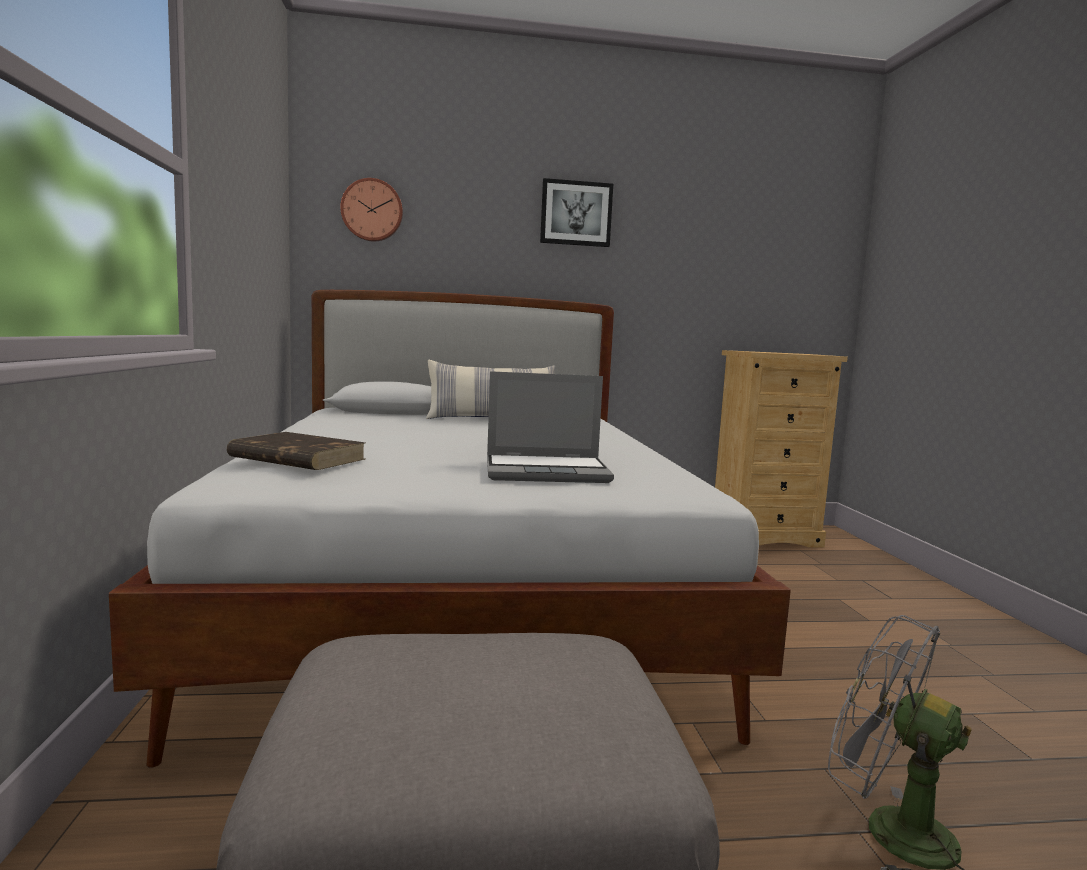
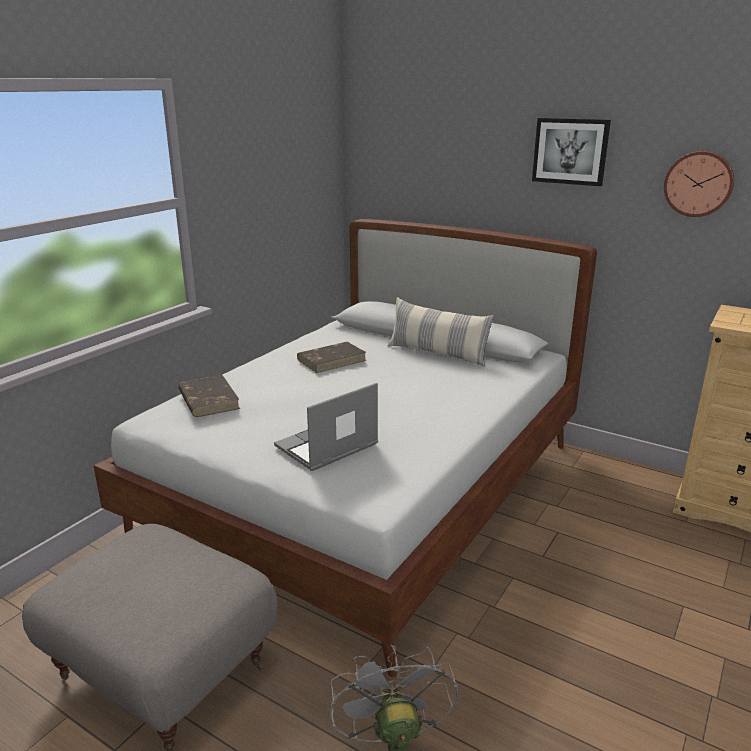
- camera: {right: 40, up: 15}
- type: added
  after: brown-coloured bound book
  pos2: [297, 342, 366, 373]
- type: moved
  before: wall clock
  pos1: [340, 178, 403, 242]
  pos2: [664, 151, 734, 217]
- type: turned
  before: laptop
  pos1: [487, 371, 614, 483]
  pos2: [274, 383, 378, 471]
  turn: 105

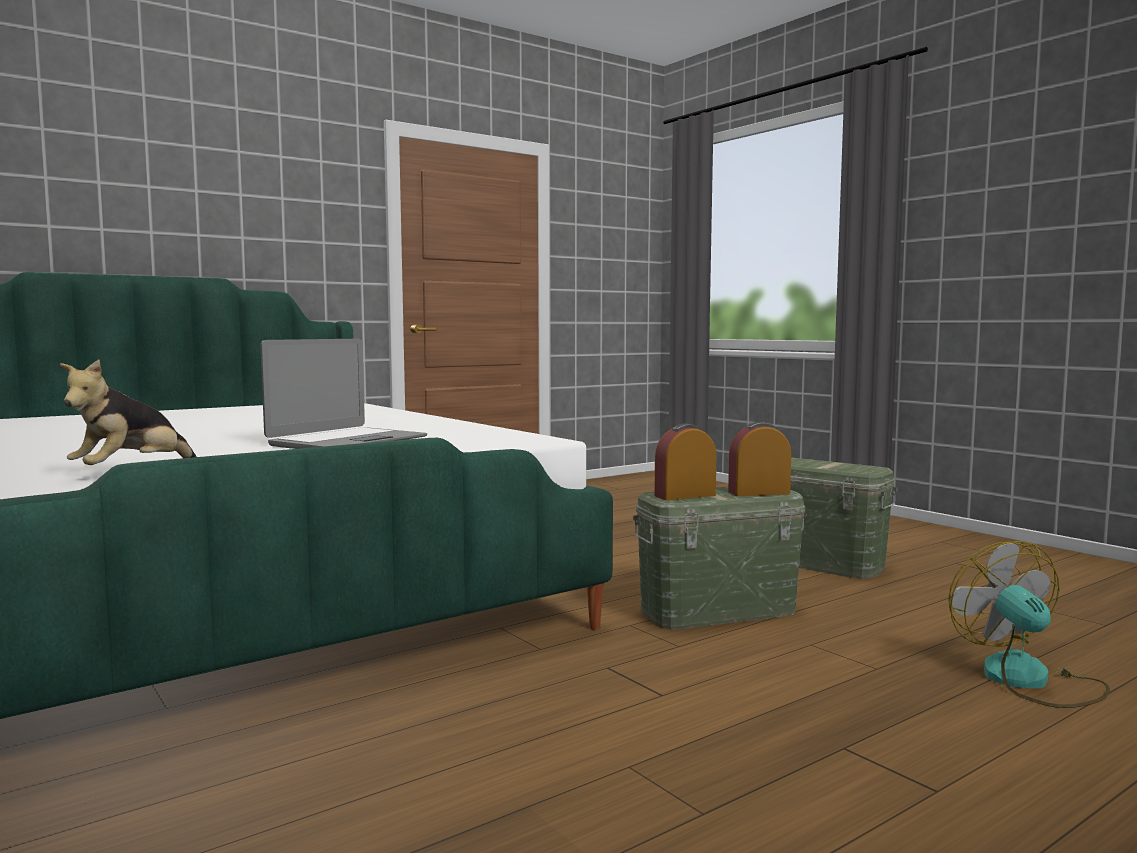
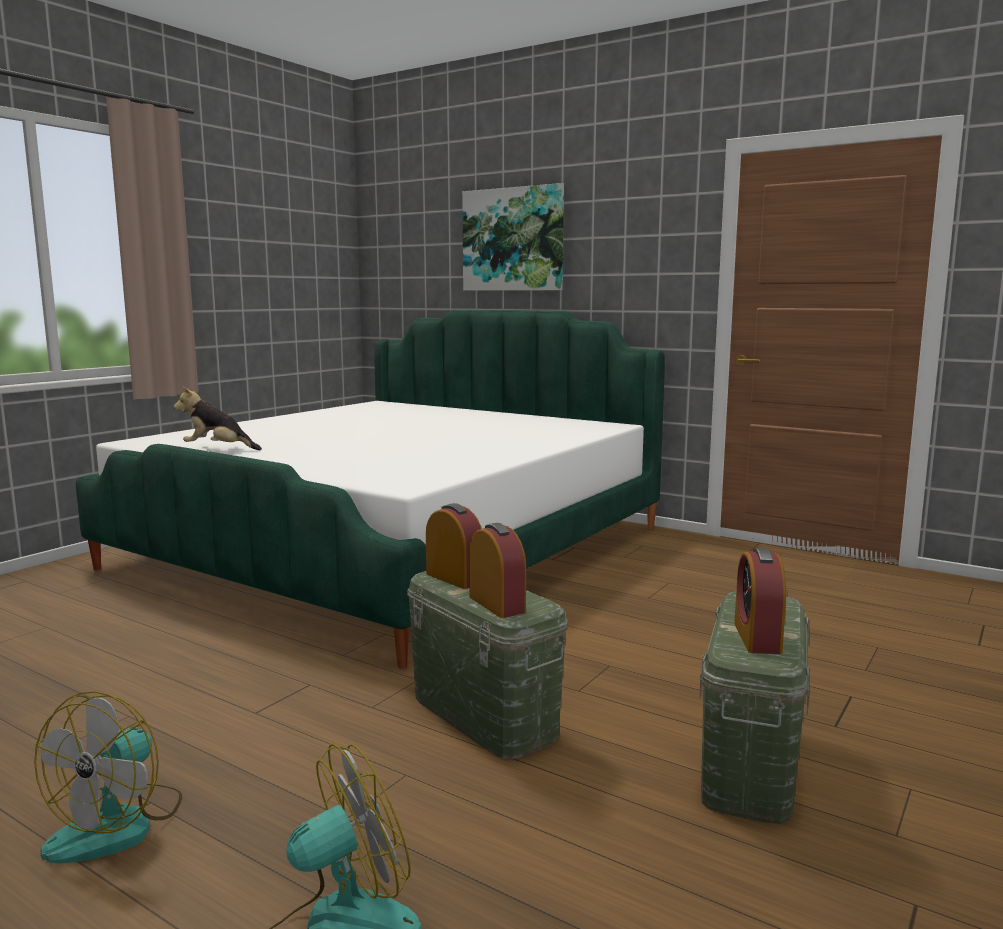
- camera: {right: 70, up: 5}
- type: removed
  before: laptop
  pos1: [260, 339, 427, 449]
- type: added
  after: fan
  pos2: [34, 691, 182, 863]
- type: added
  after: picture
  pos2: [462, 183, 564, 291]
- type: added
  after: table clock
  pos2: [734, 548, 786, 654]

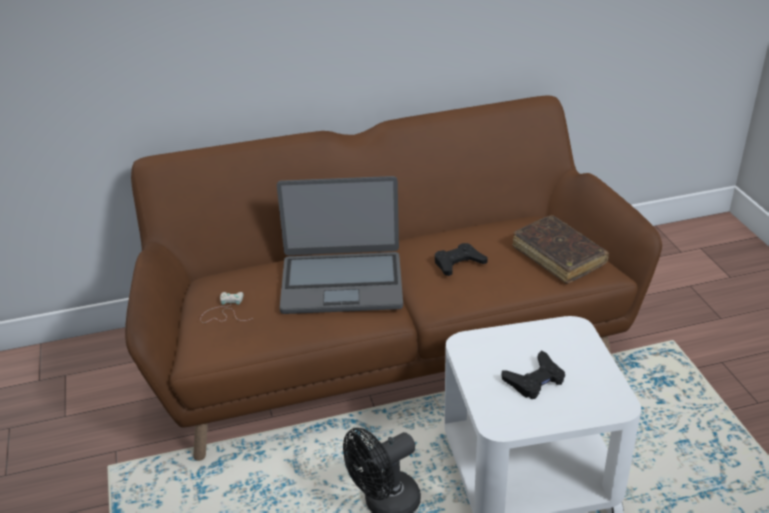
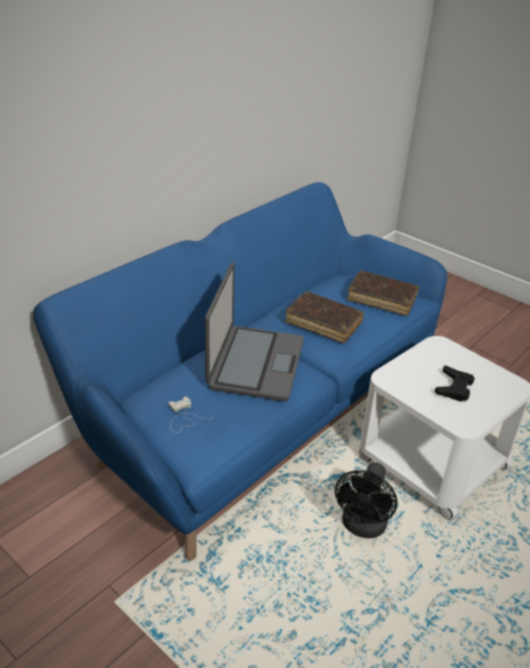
- camera: {right: -35, up: 0}
- type: replaced
  before: black gamepad
  after: brown-coloured bound book
  pos1: [435, 243, 488, 276]
  pos2: [285, 291, 364, 343]
- type: recoloured
  before: brown-coloured sofa
  after: blue sofa
  pos1: [125, 95, 662, 461]
  pos2: [33, 182, 447, 560]
- type: turned
  before: laptop
  pos1: [277, 176, 403, 314]
  pos2: [205, 263, 304, 401]
  turn: -45

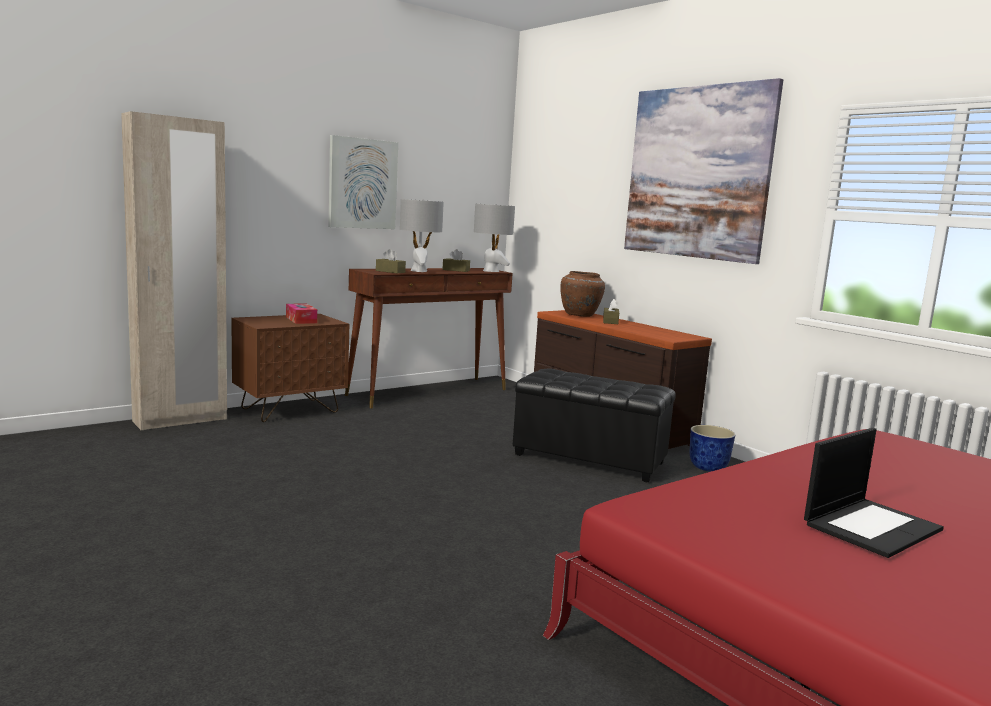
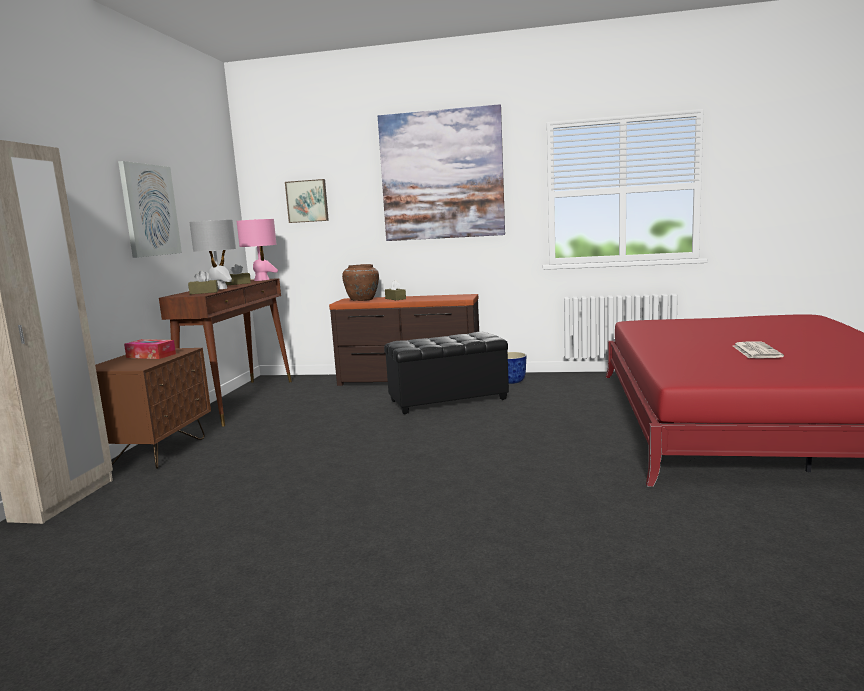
- camera: {right: -40, up: 0}
- type: added
  after: picture
  pos2: [285, 179, 329, 223]
- type: replaced
  before: laptop
  after: newspaper
  pos1: [804, 428, 944, 558]
  pos2: [733, 341, 784, 358]
- type: recoloured
  before: gray table lamp
  after: pinkish table lamp
  pos1: [474, 204, 515, 272]
  pos2: [237, 219, 278, 281]

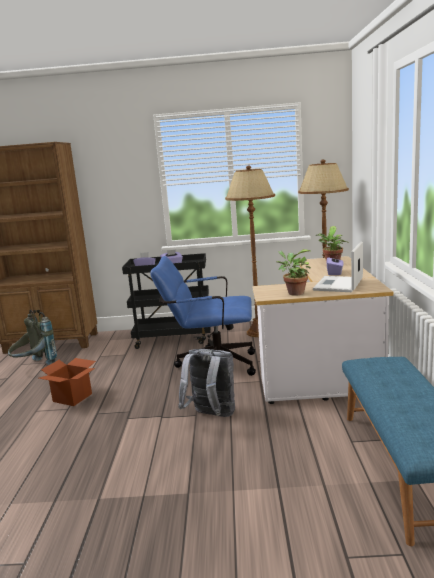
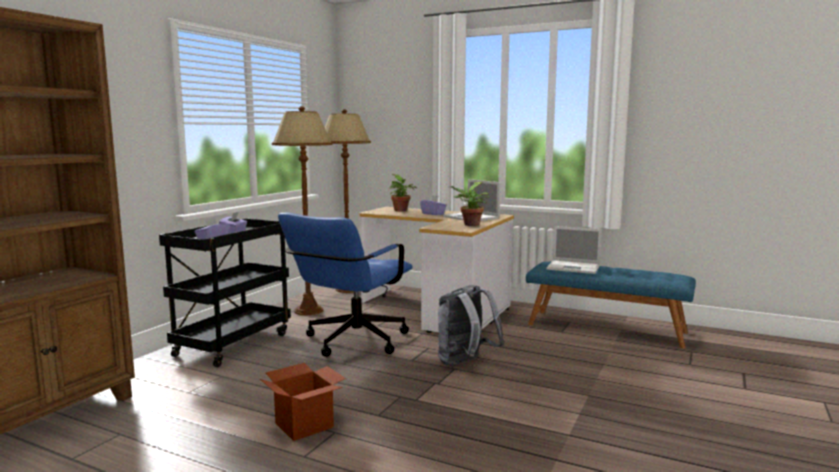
- camera: {right: -65, up: -5}
- type: removed
  before: gray rucksack
  pos1: [8, 310, 57, 365]
- type: added
  after: laptop
  pos2: [546, 226, 602, 274]

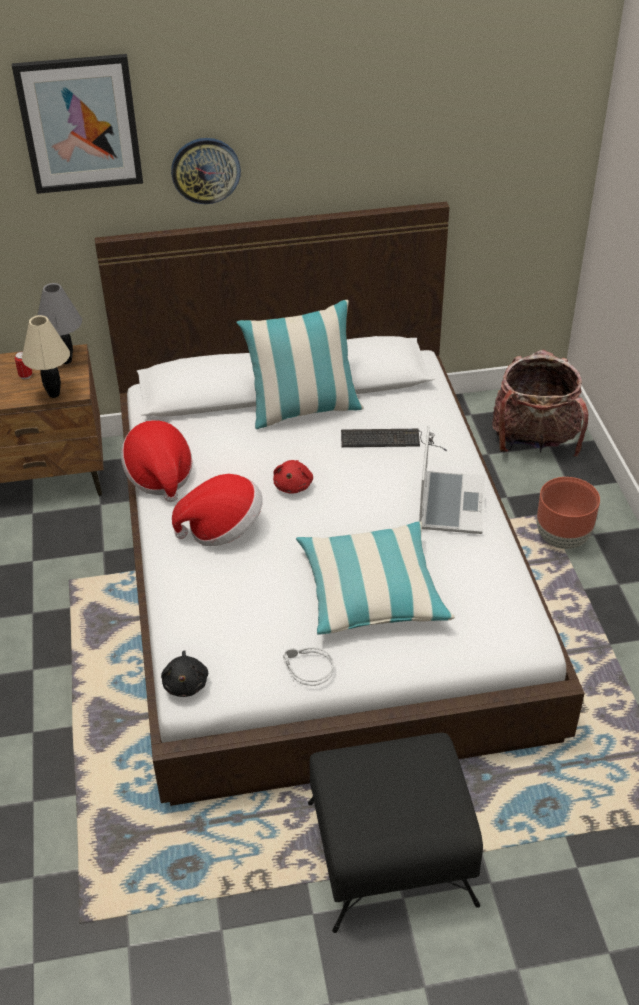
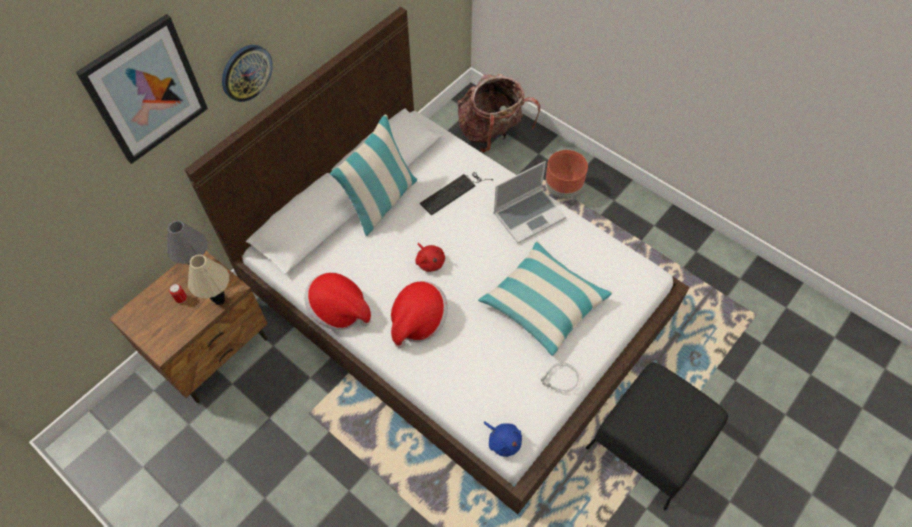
- camera: {right: -40, up: 15}
- type: recoloured
  before: black plush toy
  after: blue plush toy
  pos1: [161, 650, 208, 697]
  pos2: [483, 422, 522, 457]
- type: turned
  before: laptop
  pos1: [419, 425, 485, 534]
  pos2: [493, 161, 566, 244]
  turn: 90

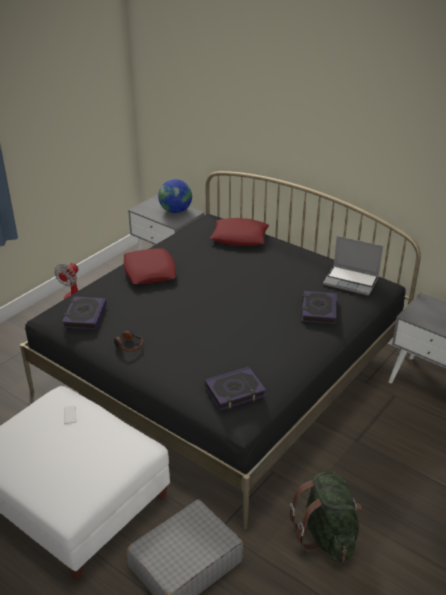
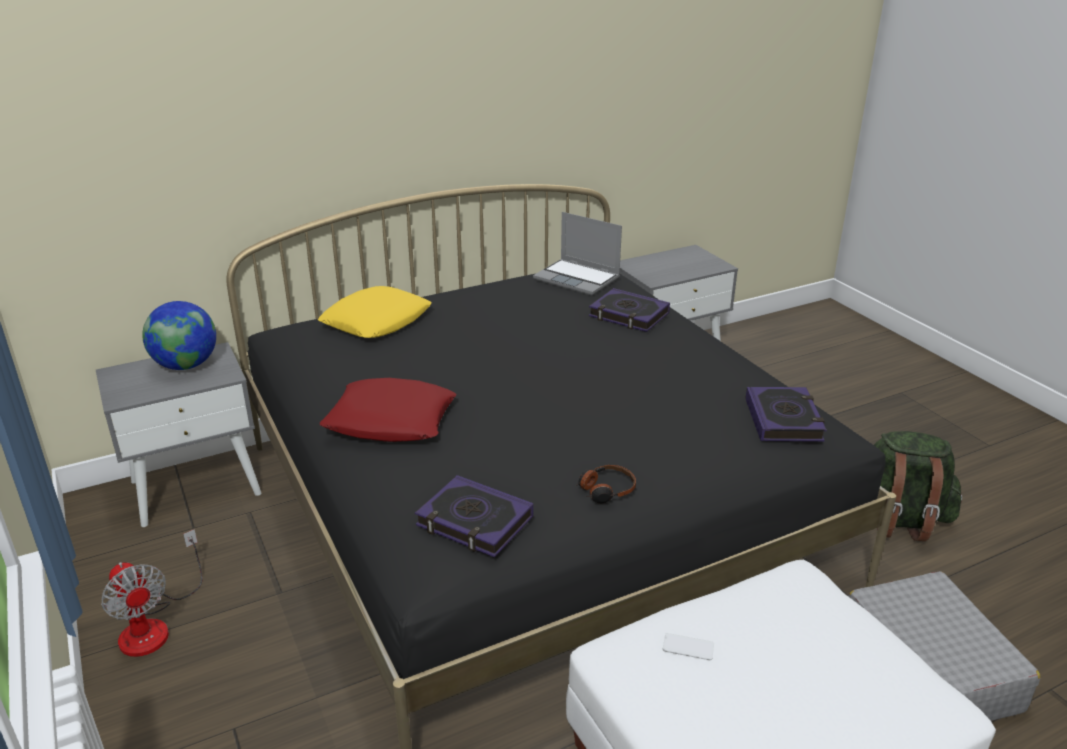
- camera: {right: -65, up: -5}
- type: recoloured
  before: red-coloured pillow
  after: yellow pillow
  pos1: [210, 218, 269, 246]
  pos2: [318, 286, 432, 338]
- type: turned
  before: laptop
  pos1: [323, 236, 383, 295]
  pos2: [533, 212, 622, 295]
  turn: 75

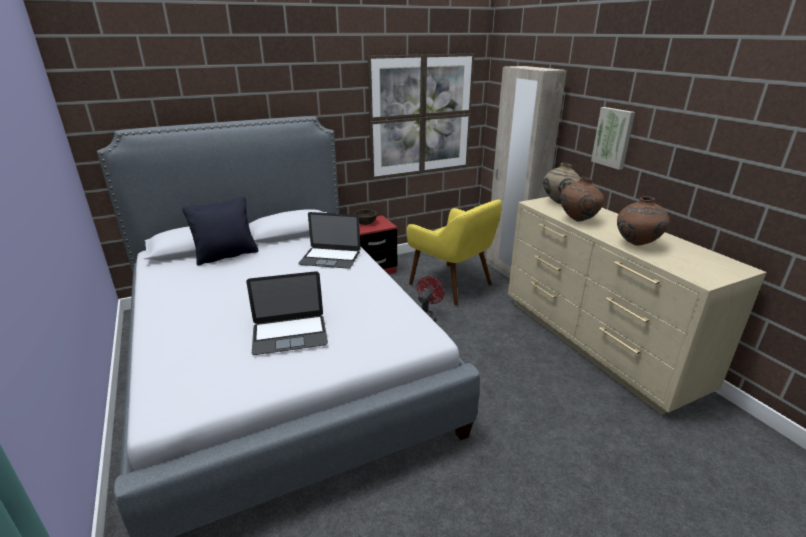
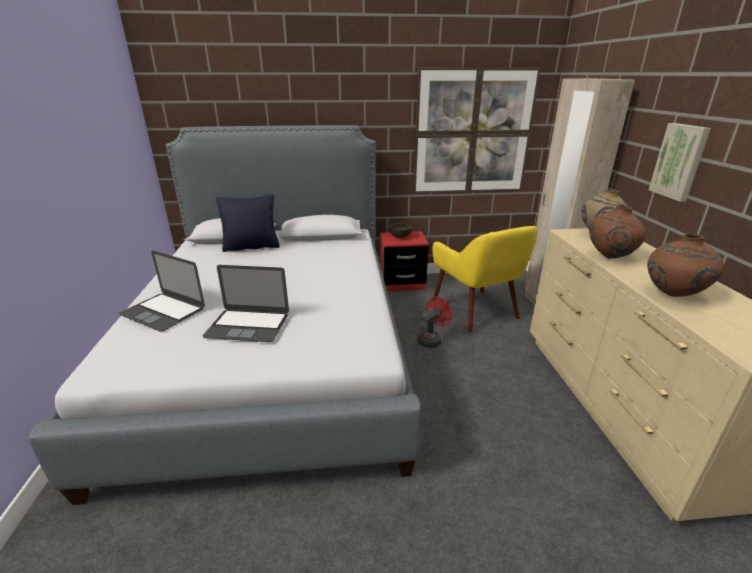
- camera: {right: 20, up: 0}
- type: moved
  before: laptop
  pos1: [298, 212, 360, 269]
  pos2: [119, 251, 205, 332]

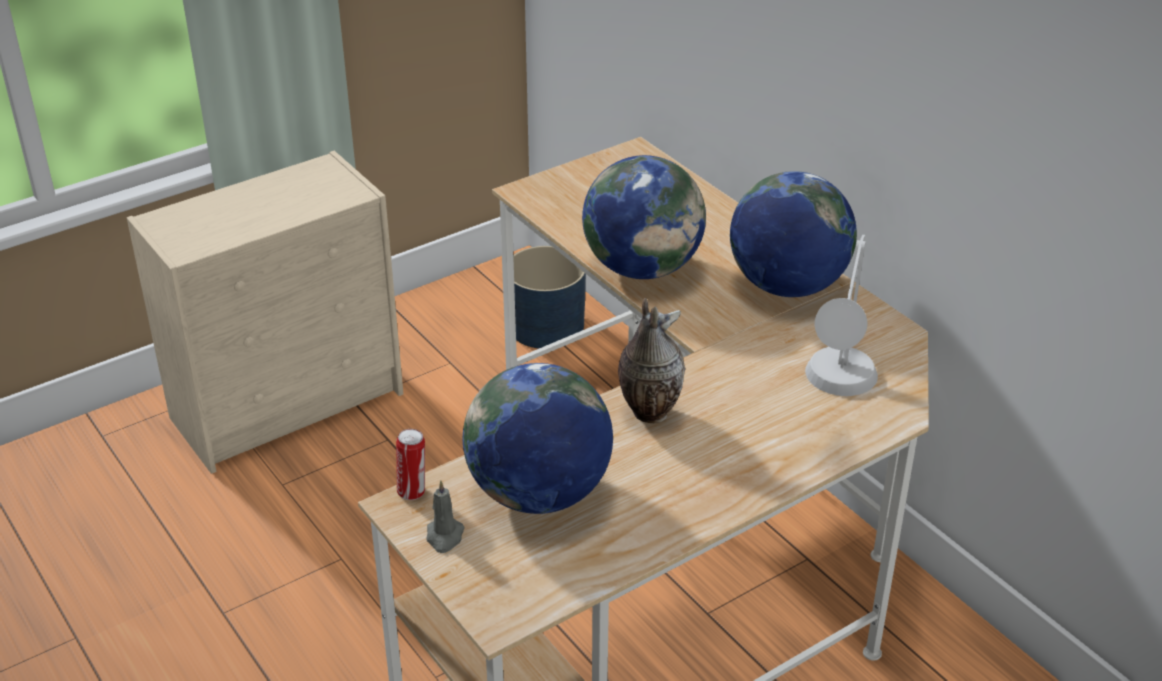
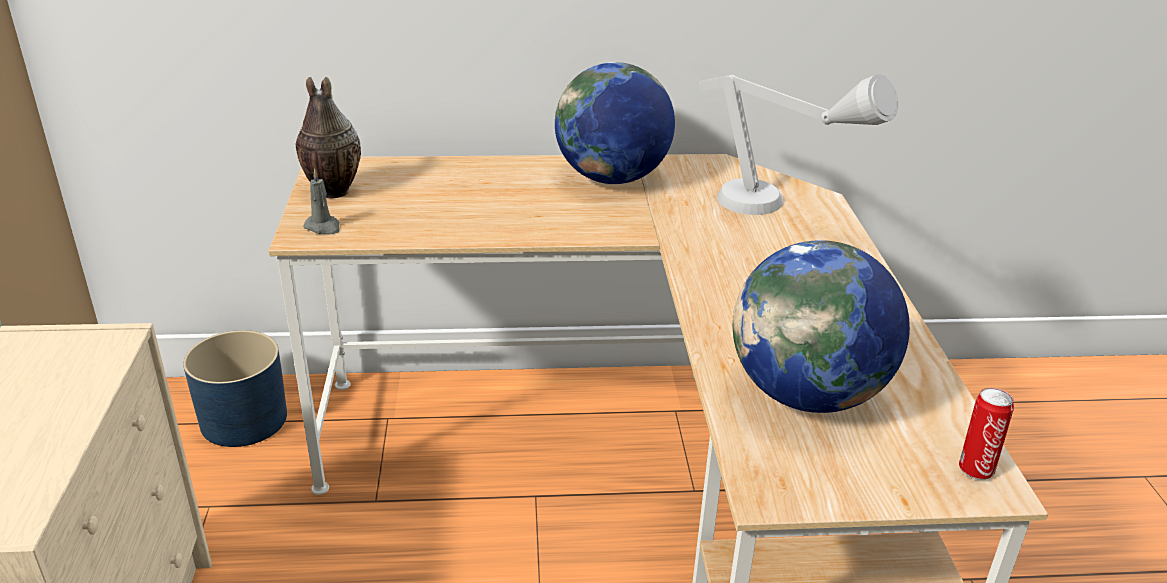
- camera: {right: -60, up: -5}
- type: removed
  before: desk globe
  pos1: [582, 155, 706, 279]
- type: moved
  before: can
  pos1: [396, 429, 425, 500]
  pos2: [959, 388, 1014, 480]
- type: moved
  before: gray wax candle
  pos1: [427, 480, 465, 553]
  pos2: [303, 168, 340, 234]
- type: moved
  before: flower vase
  pos1: [618, 298, 685, 423]
  pos2: [295, 77, 361, 198]

